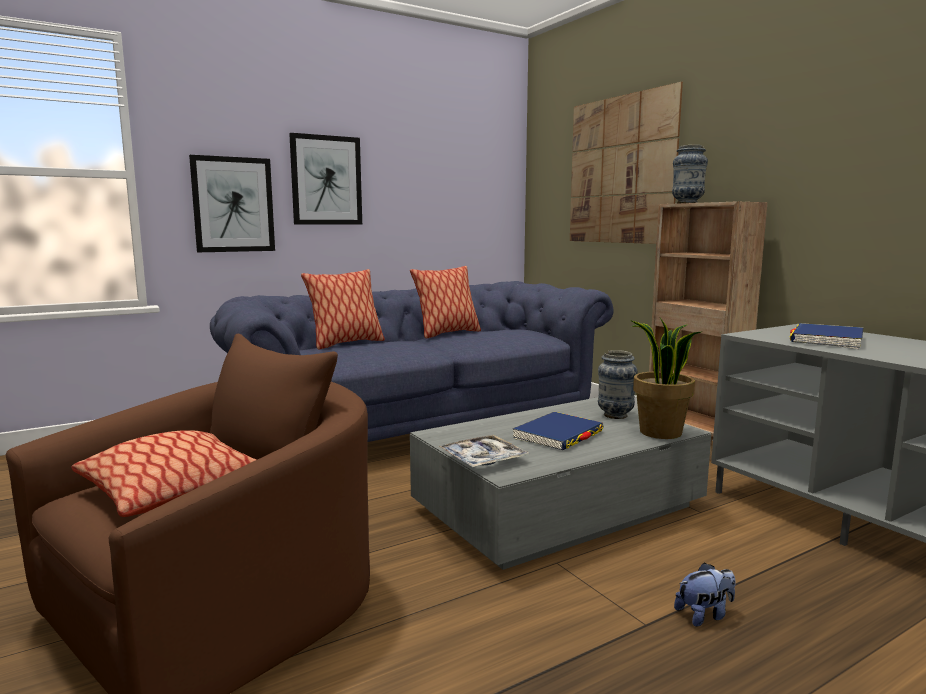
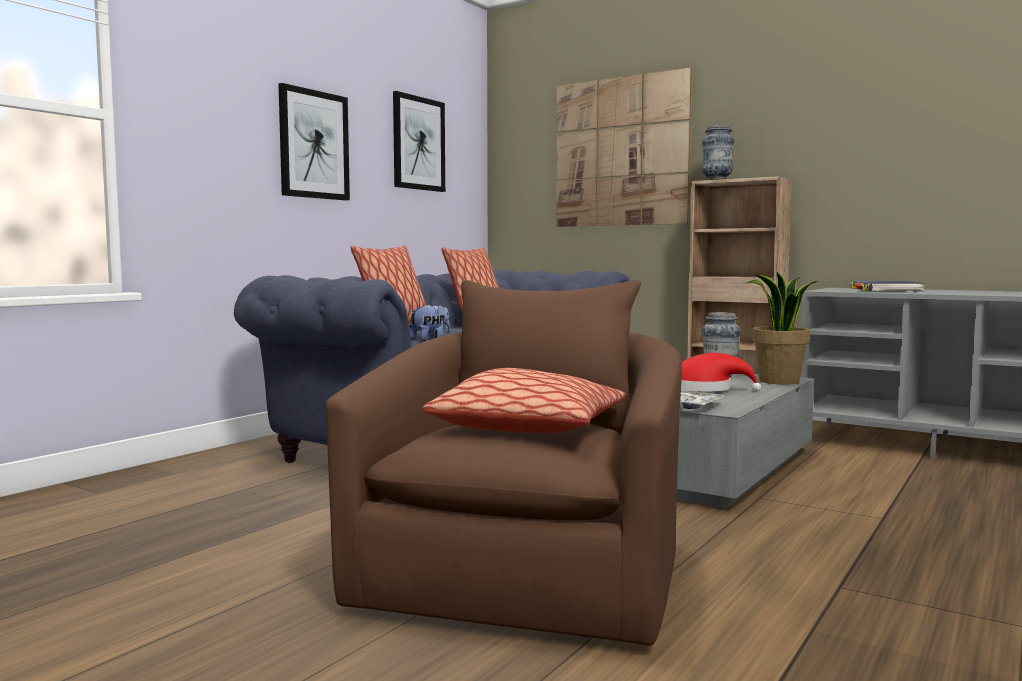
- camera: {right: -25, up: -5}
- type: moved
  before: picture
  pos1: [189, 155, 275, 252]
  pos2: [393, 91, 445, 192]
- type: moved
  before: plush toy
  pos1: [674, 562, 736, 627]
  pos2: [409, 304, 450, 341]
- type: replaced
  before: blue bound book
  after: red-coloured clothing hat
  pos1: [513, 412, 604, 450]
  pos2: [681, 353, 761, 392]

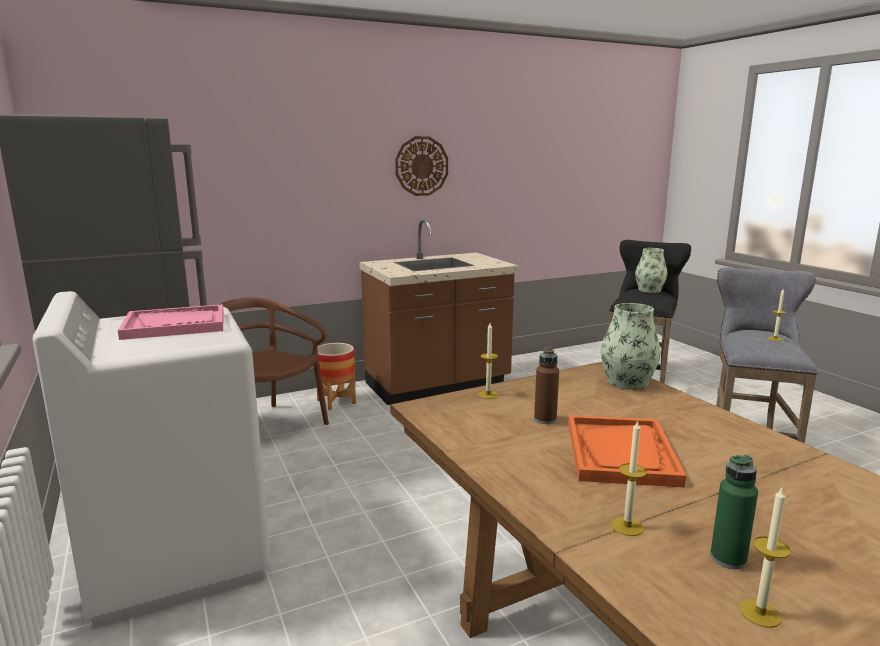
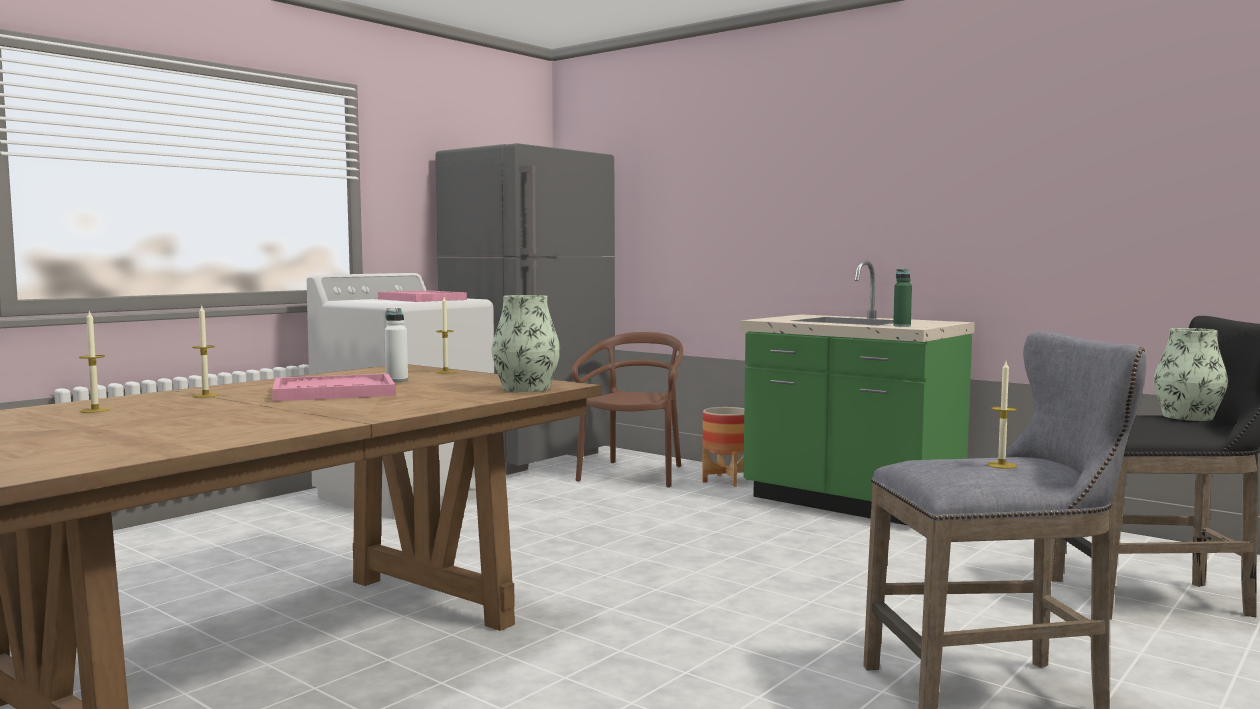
- camera: {right: 65, up: -10}
- type: removed
  before: wall clock
  pos1: [395, 136, 448, 196]
- type: moved
  before: green beverage bottle
  pos1: [710, 454, 758, 569]
  pos2: [893, 269, 912, 327]
- type: recoloured
  before: brown-coloured kitchen counter
  after: green kitchen counter
  pos1: [359, 219, 519, 405]
  pos2: [739, 260, 975, 525]
- type: recoloured
  before: brown-coloured beverage bottle
  after: white-coloured beverage bottle
  pos1: [534, 347, 559, 424]
  pos2: [385, 308, 408, 382]
- type: recoloured
  before: orange-coloured serving tray
  after: pinkish serving tray
  pos1: [568, 415, 686, 488]
  pos2: [272, 374, 396, 401]

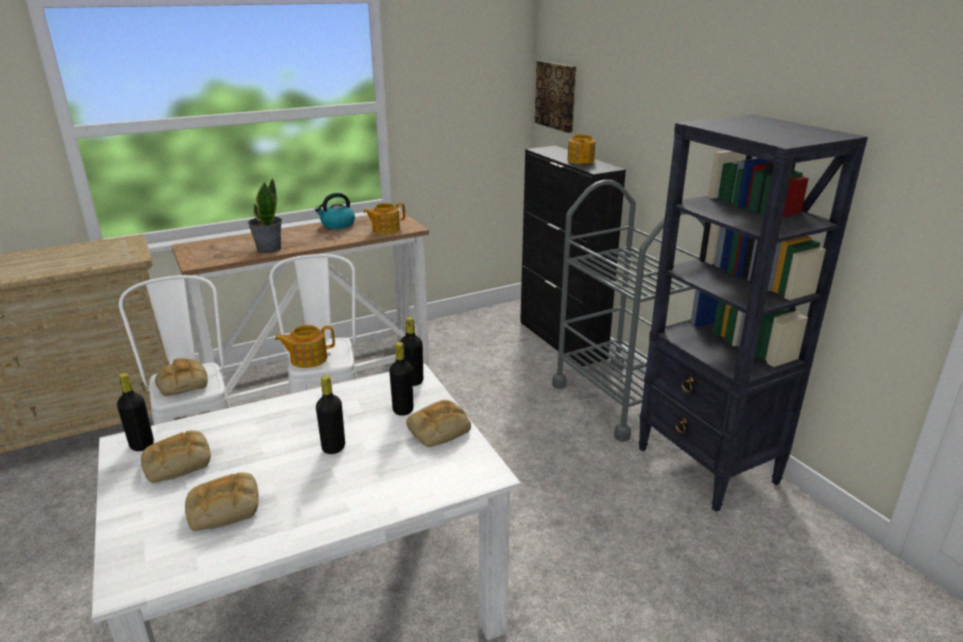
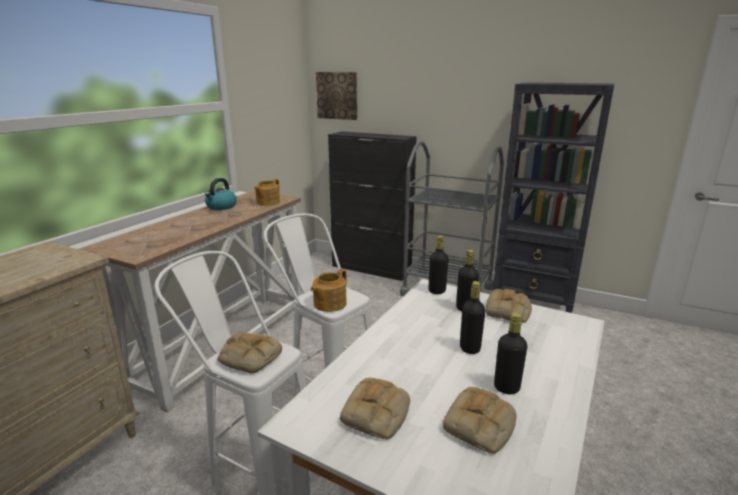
- camera: {right: -35, up: -5}
- type: removed
  before: potted plant
  pos1: [248, 178, 282, 253]
- type: removed
  before: teapot
  pos1: [567, 133, 595, 164]
- type: moved
  before: black beverage bottle
  pos1: [117, 373, 154, 451]
  pos2: [494, 313, 528, 394]

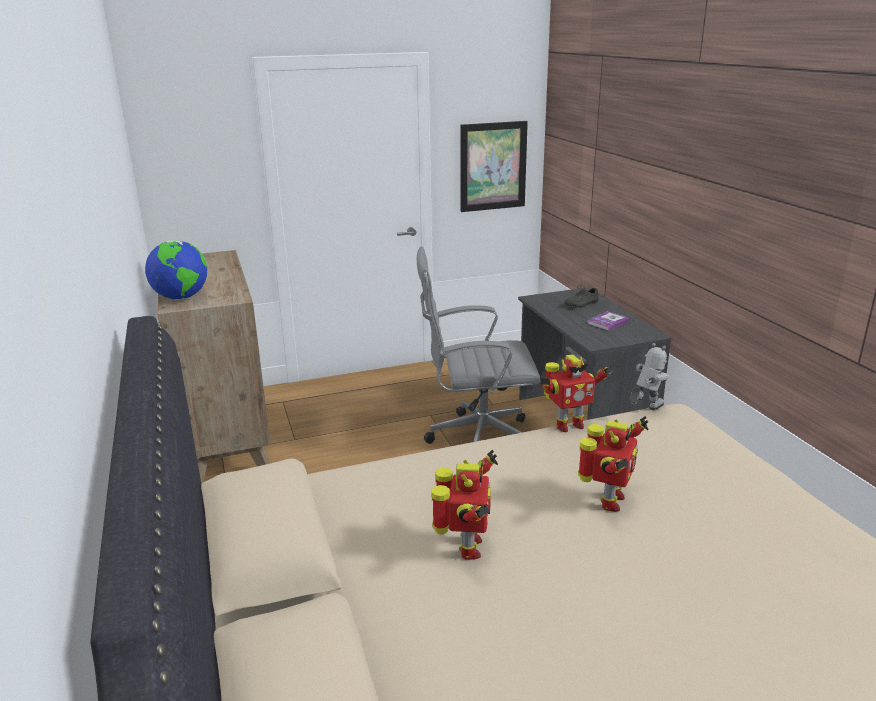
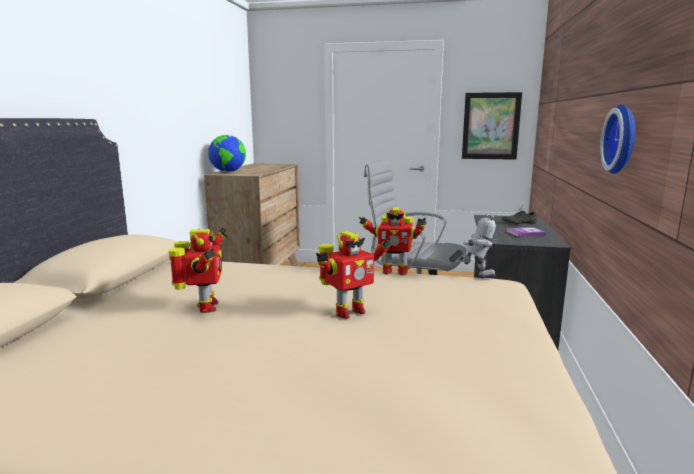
- camera: {right: 30, up: -10}
- type: added
  after: wall clock
  pos2: [600, 104, 635, 174]
- type: turned
  before: robot figure
  pos1: [431, 450, 498, 560]
  pos2: [169, 228, 227, 313]
  turn: -45

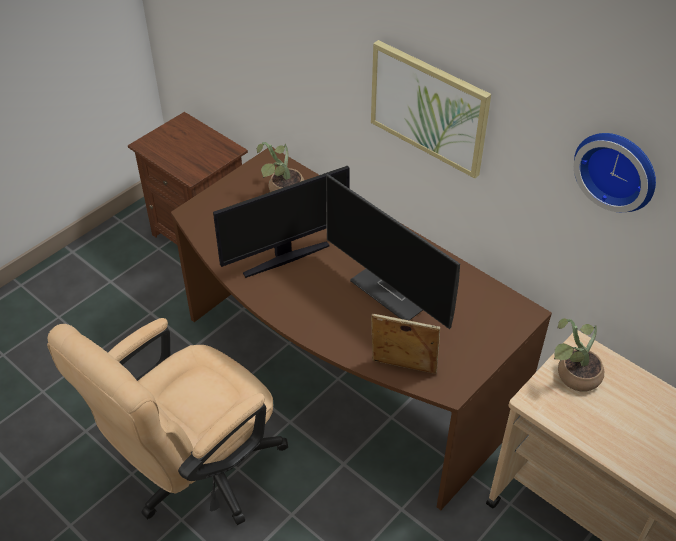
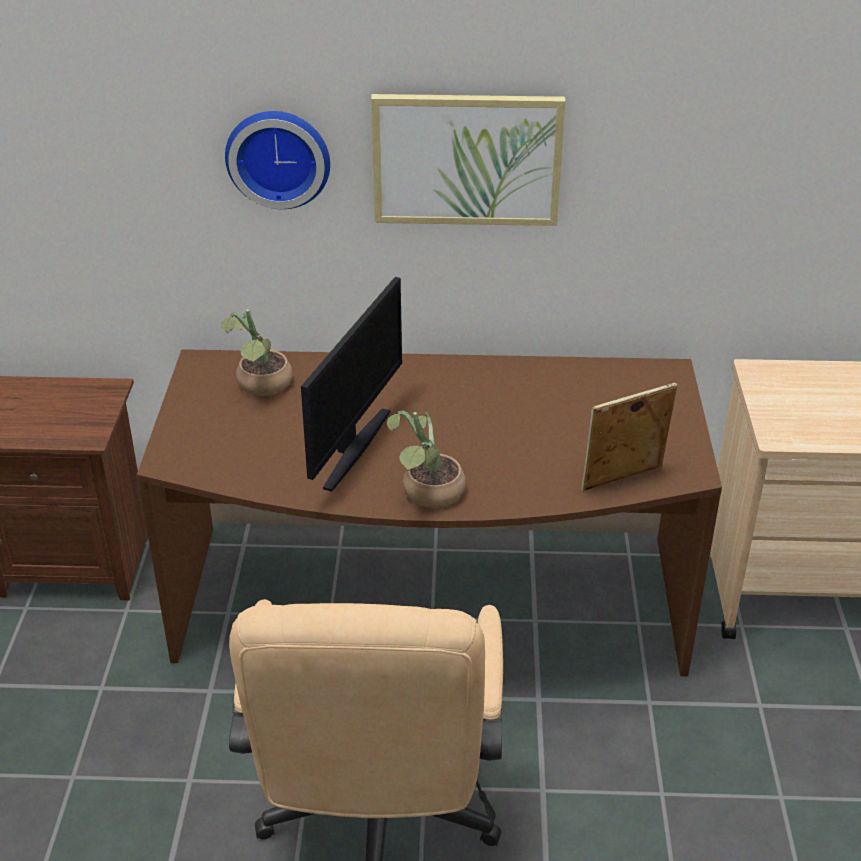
- camera: {right: -40, up: -10}
- type: removed
  before: computer display
  pos1: [326, 174, 460, 329]
- type: moved
  before: potted plant
  pos1: [554, 318, 604, 392]
  pos2: [387, 410, 466, 508]
- type: moved
  before: wall clock
  pos1: [574, 133, 656, 212]
  pos2: [225, 111, 330, 209]

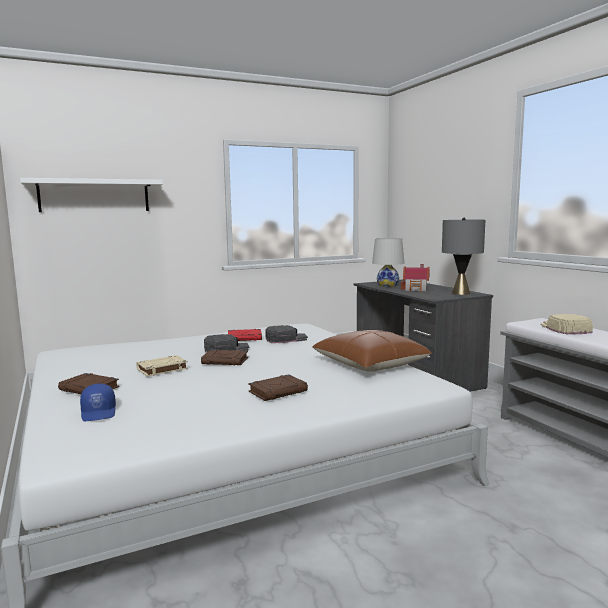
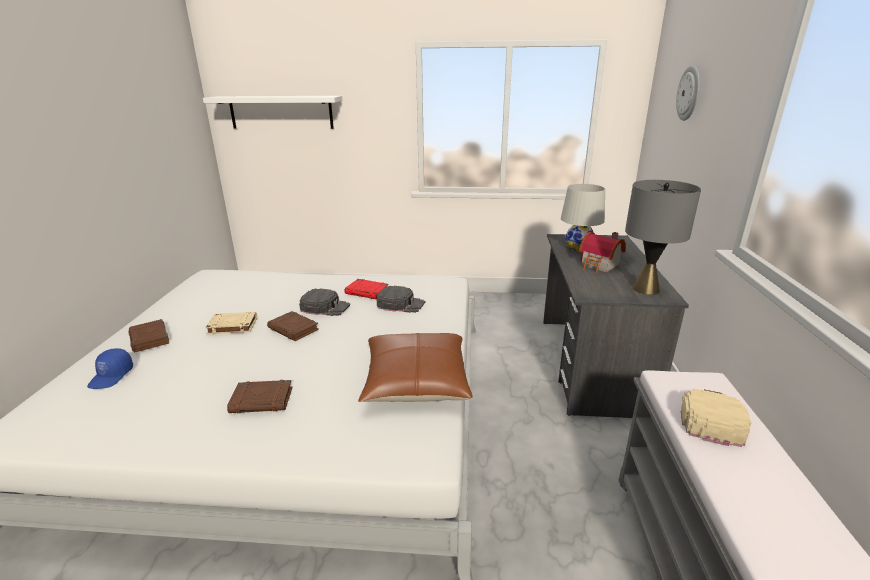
- camera: {right: 30, up: 15}
- type: added
  after: wall clock
  pos2: [676, 66, 700, 121]

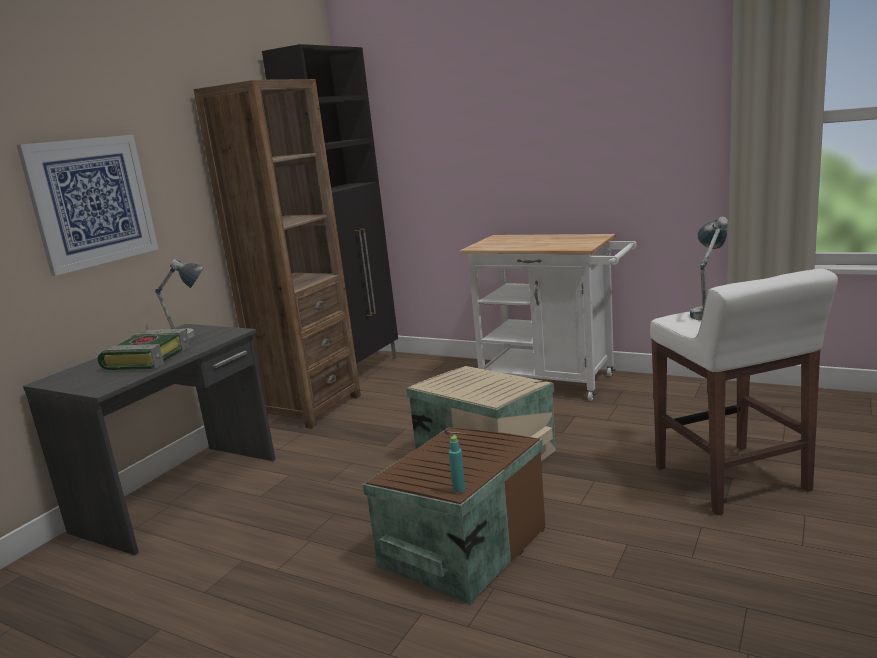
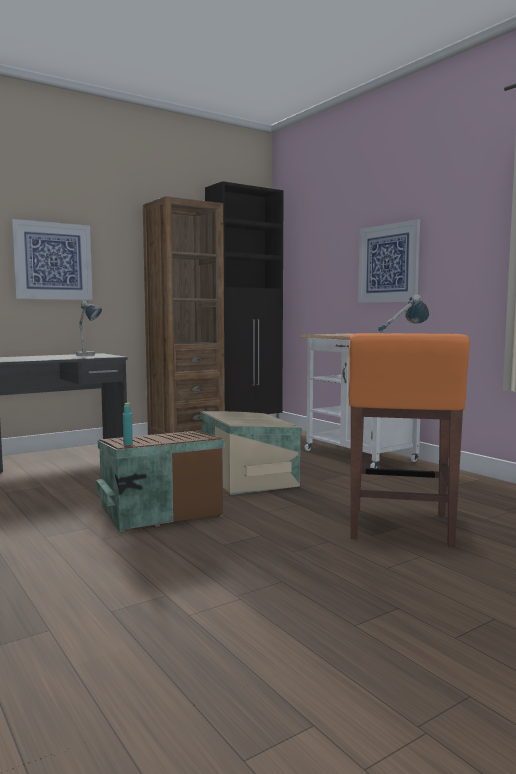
- camera: {right: 25, up: -10}
- type: removed
  before: bound book
  pos1: [98, 329, 190, 370]
- type: added
  after: picture
  pos2: [358, 219, 420, 303]
- type: recoloured
  before: white-coloured sitting stool
  after: orange-coloured sitting stool
  pos1: [650, 269, 838, 516]
  pos2: [349, 333, 470, 547]

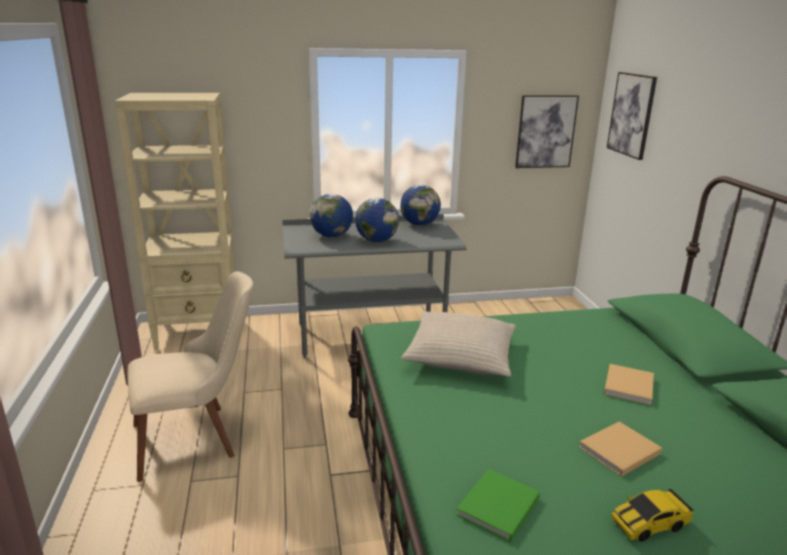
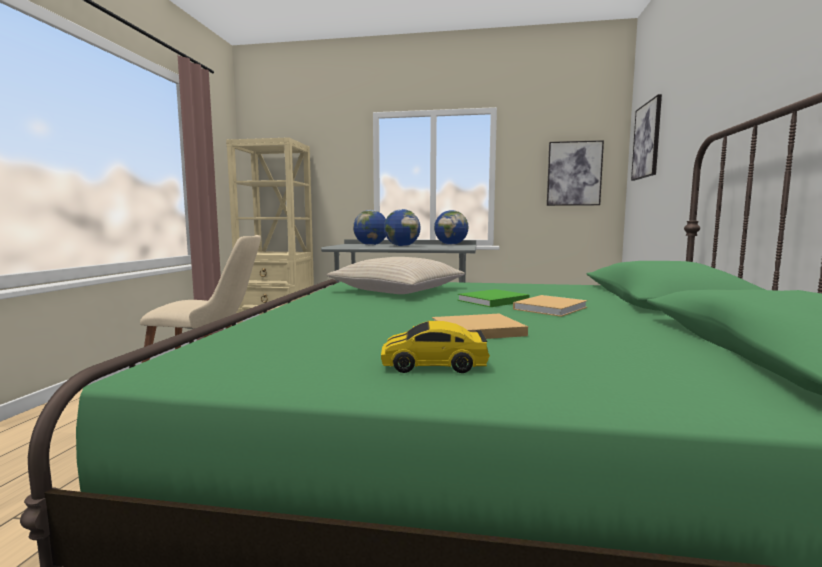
- camera: {right: 20, up: -15}
- type: moved
  before: green bound book
  pos1: [456, 469, 540, 542]
  pos2: [457, 289, 529, 307]

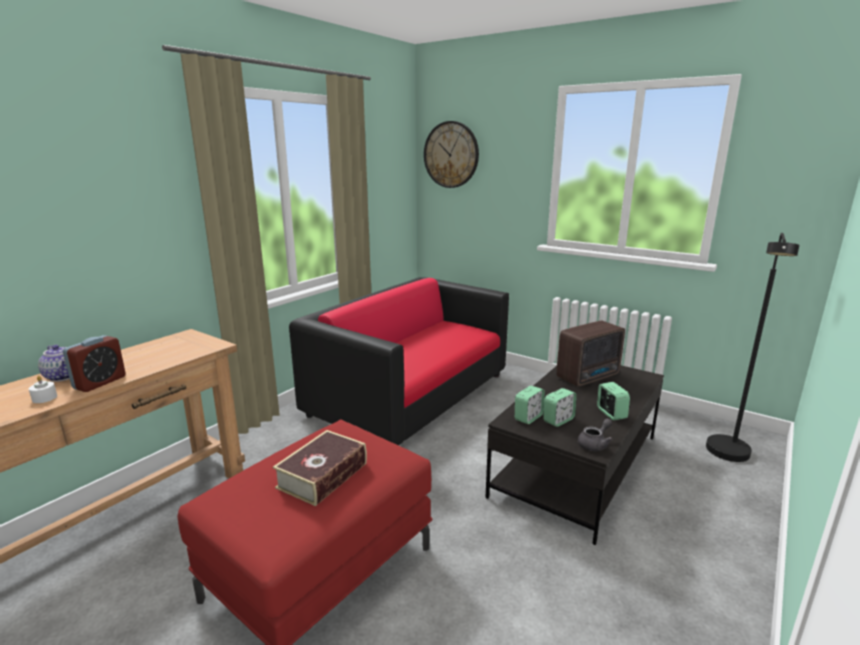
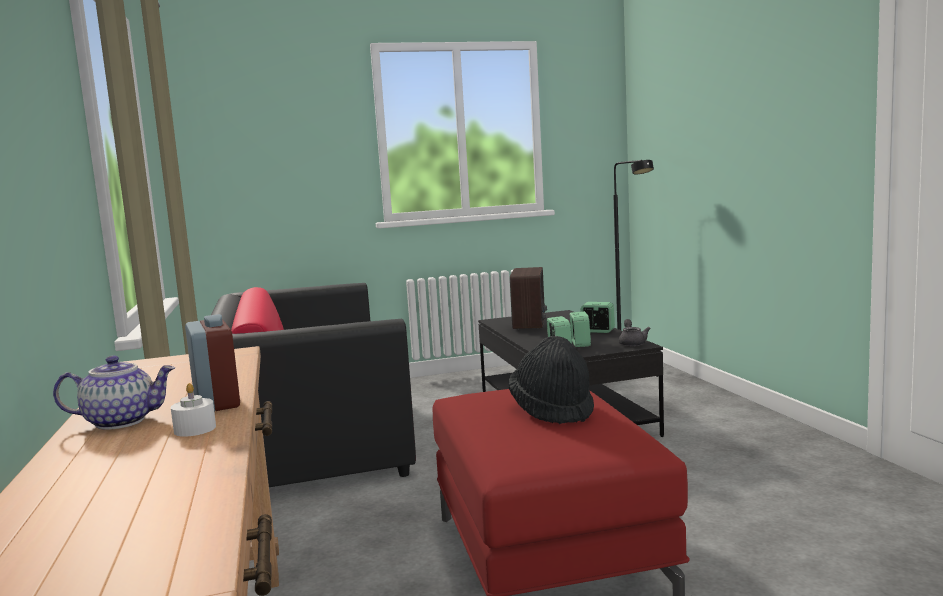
- camera: {right: -50, up: -10}
- type: removed
  before: wall clock
  pos1: [424, 121, 479, 188]
- type: replaced
  before: bound book
  after: black clothing hat
  pos1: [273, 430, 367, 506]
  pos2: [509, 336, 594, 424]

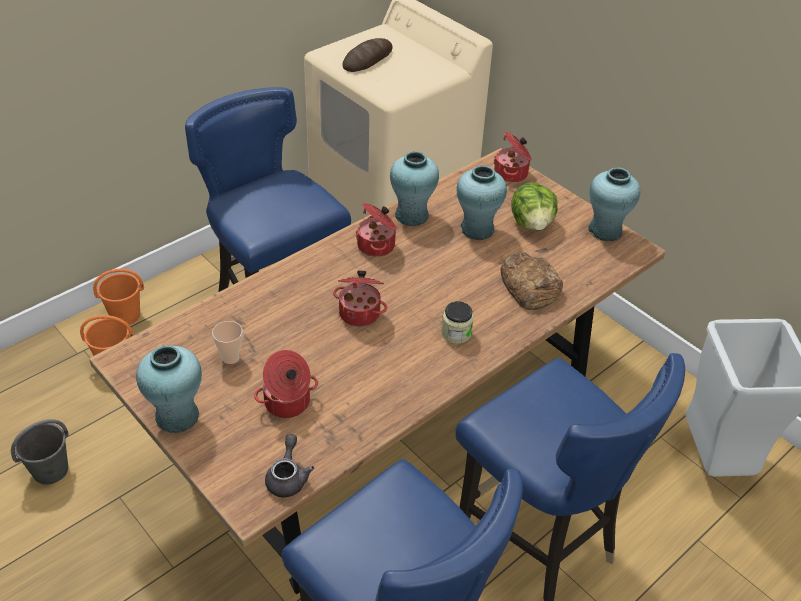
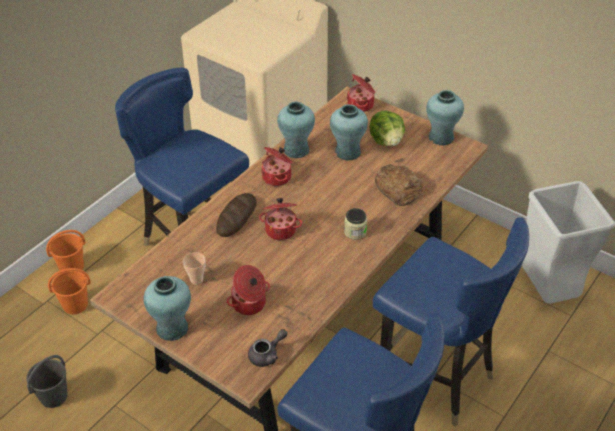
- camera: {right: -10, up: 0}
- type: moved
  before: baked bread
  pos1: [342, 38, 393, 72]
  pos2: [216, 193, 257, 237]
- type: turned
  before: gray teapot
  pos1: [265, 434, 314, 497]
  pos2: [248, 329, 287, 367]
  turn: 60

